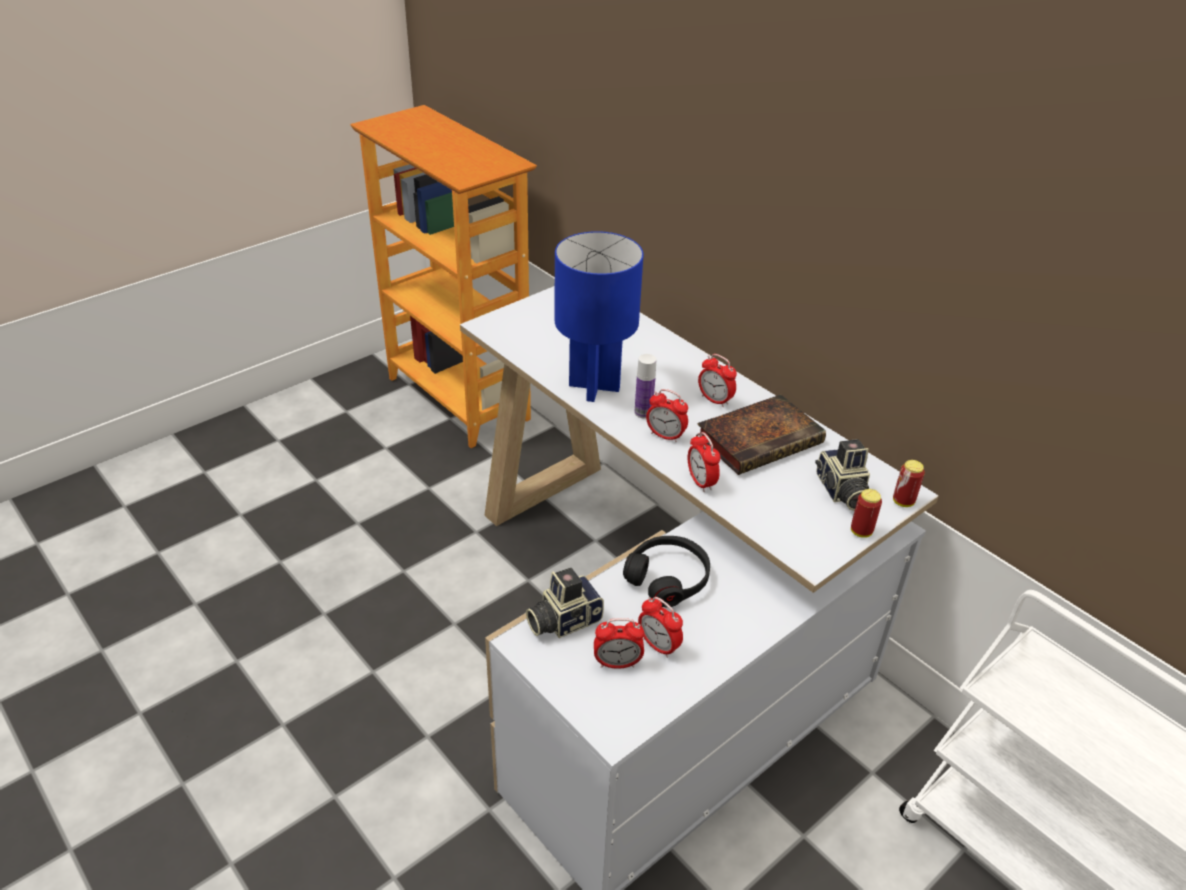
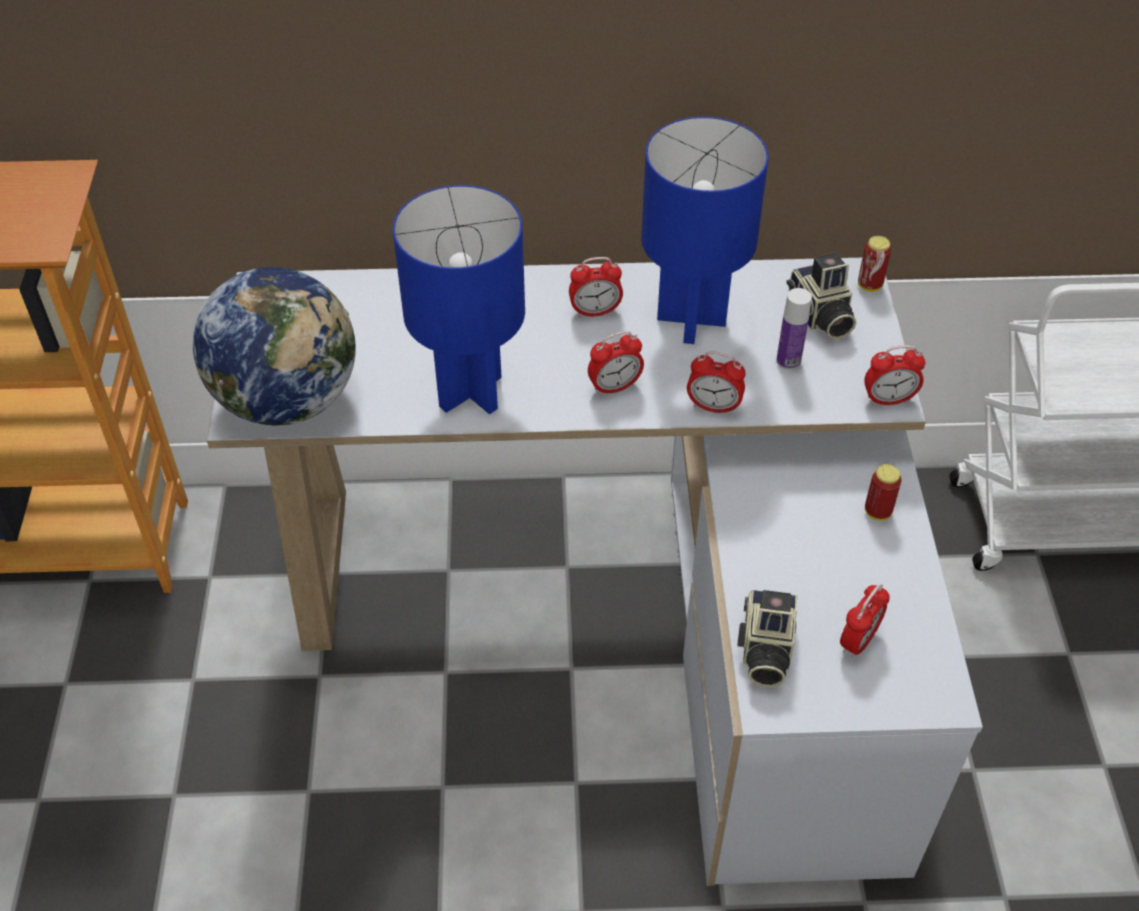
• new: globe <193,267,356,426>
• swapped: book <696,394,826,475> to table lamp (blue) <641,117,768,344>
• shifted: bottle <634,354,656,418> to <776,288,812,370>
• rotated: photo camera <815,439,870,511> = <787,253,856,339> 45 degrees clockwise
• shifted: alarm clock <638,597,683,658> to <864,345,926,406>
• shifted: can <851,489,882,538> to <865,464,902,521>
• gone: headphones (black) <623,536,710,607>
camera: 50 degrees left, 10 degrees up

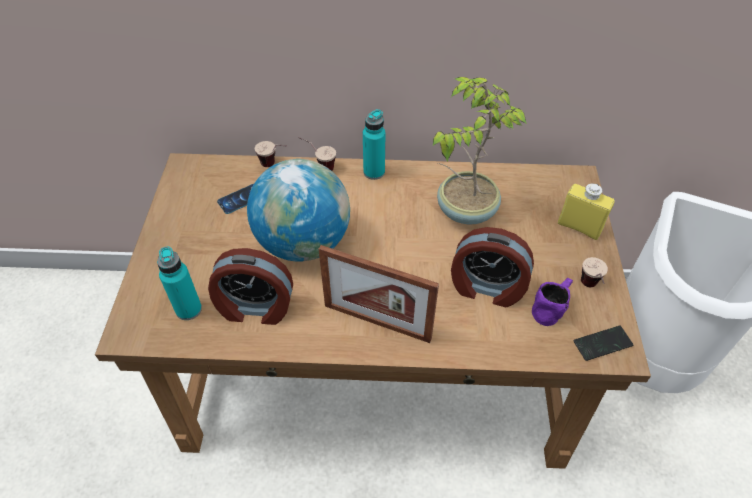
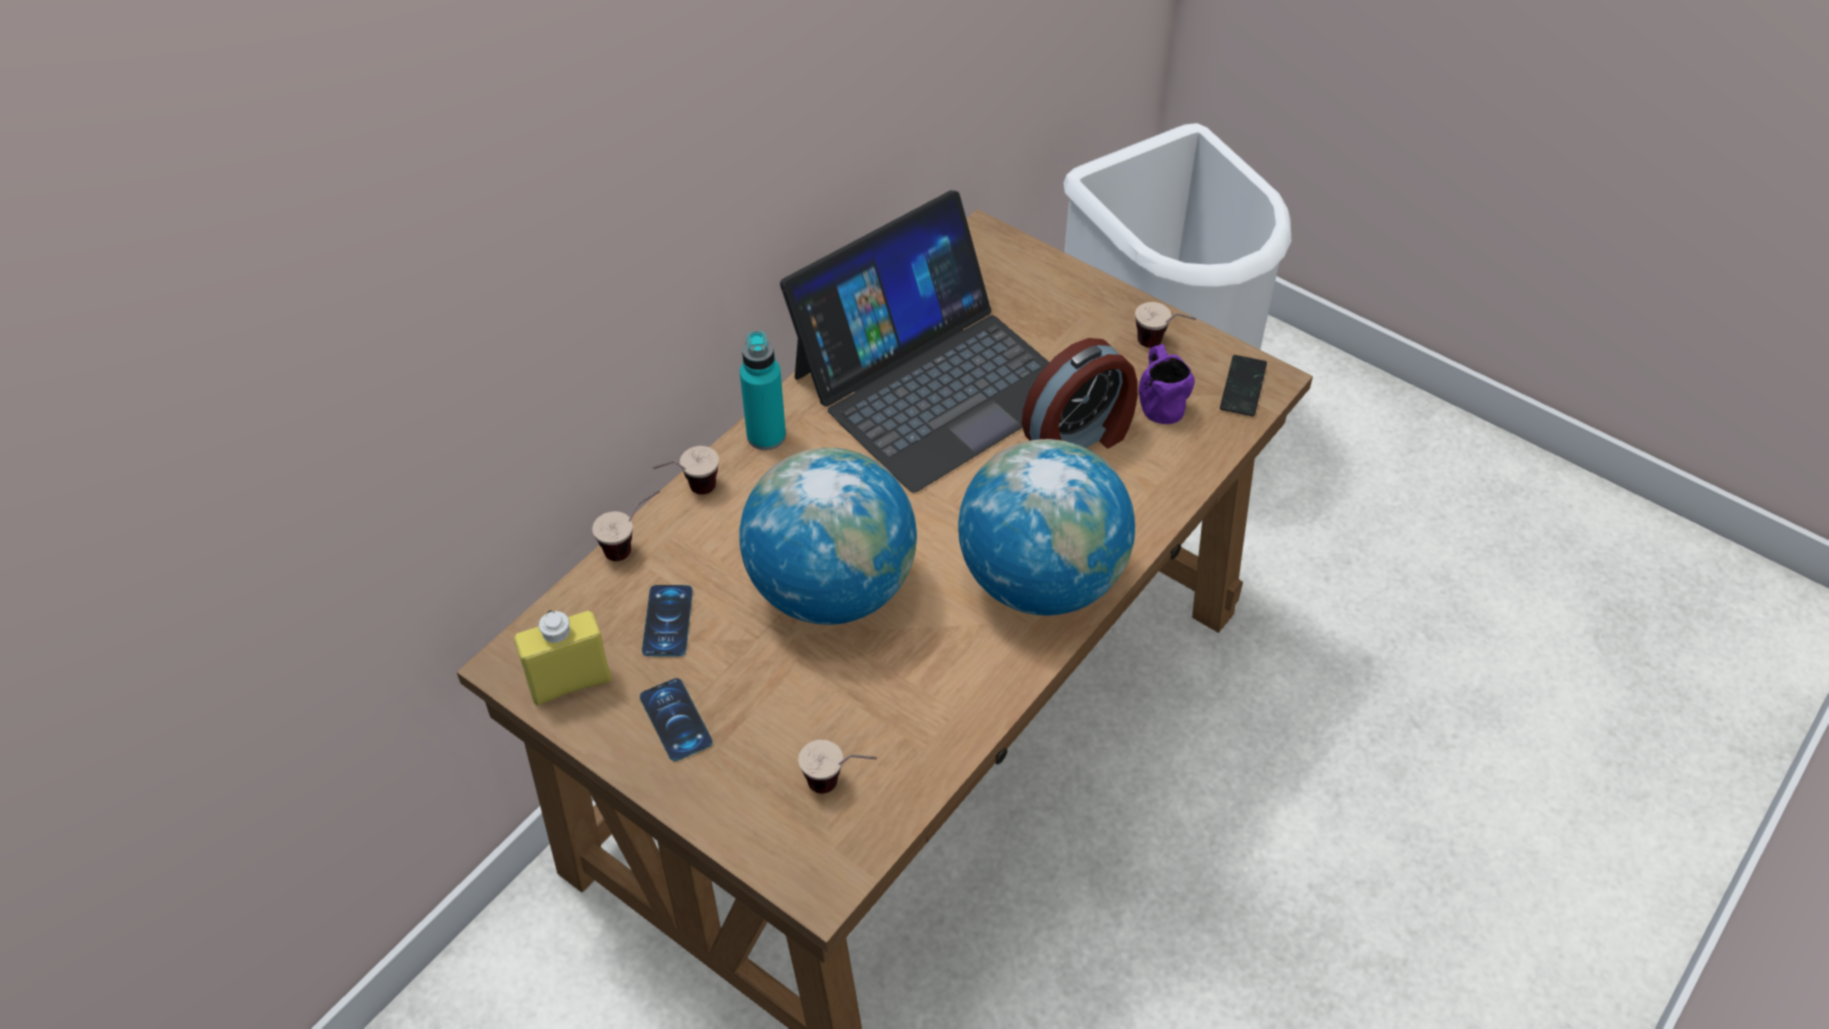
• shifted: bottle (yellow) <558,183,615,240> to <514,610,611,706>
• new: phone <640,678,713,761>
• swapped: potted plant <433,77,527,225> to laptop <780,190,1049,493>
• swapped: bottle (turquoise) <157,247,202,320> to cup <798,740,877,794>
• swapped: picture frame <319,245,439,343> to globe <958,439,1135,615>
• gone: alarm clock <208,248,293,325>
camera: 55 degrees left, 0 degrees up

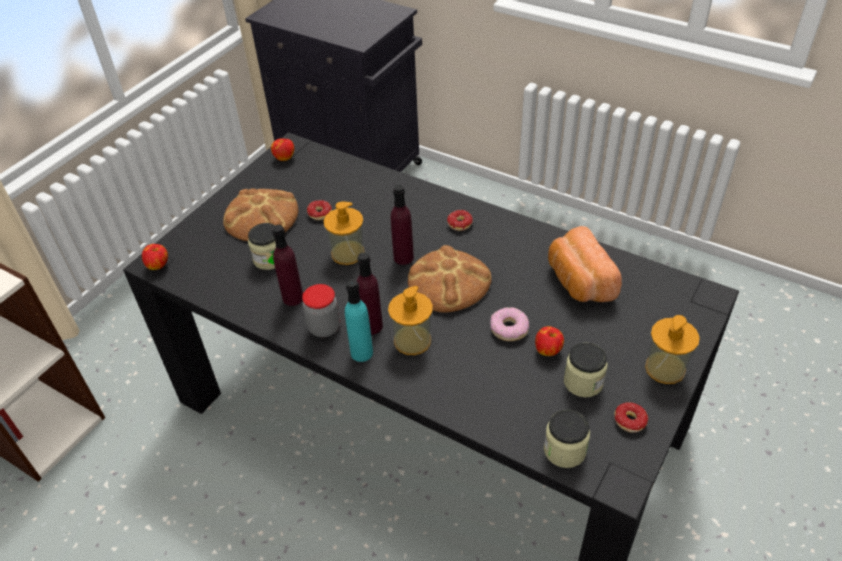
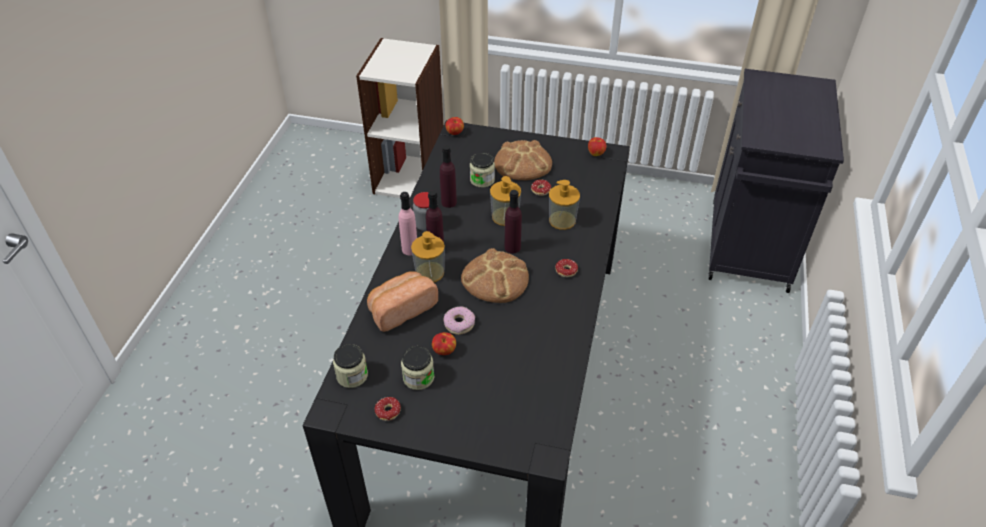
• shifted: bread <548,226,622,302> to <367,271,438,332>
• repainted: bottle (turquoise) <345,279,373,362> to bottle (pink) <398,192,417,255>
• shifted: soap dispenser <645,315,700,384> to <549,180,580,230>
camera: 70 degrees right, 0 degrees up

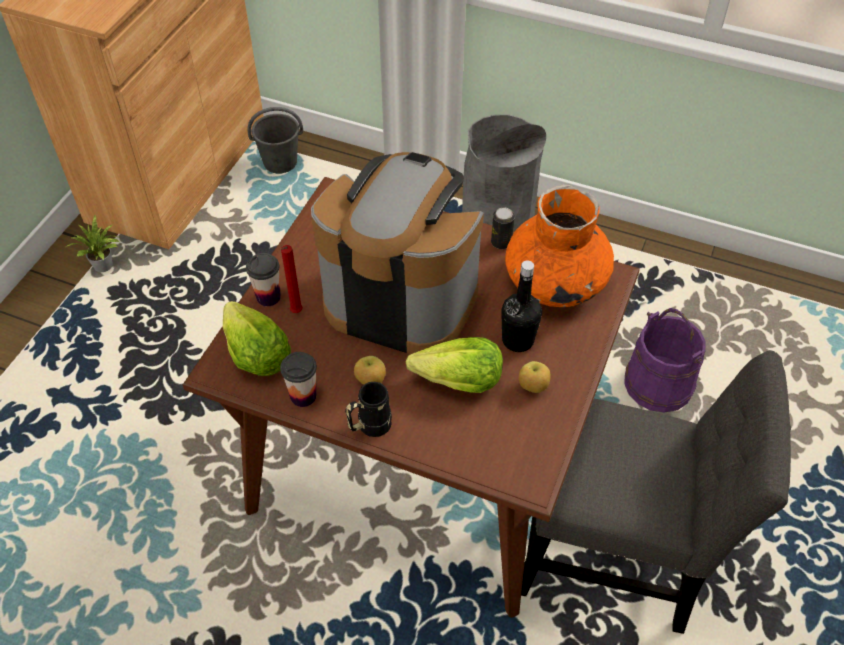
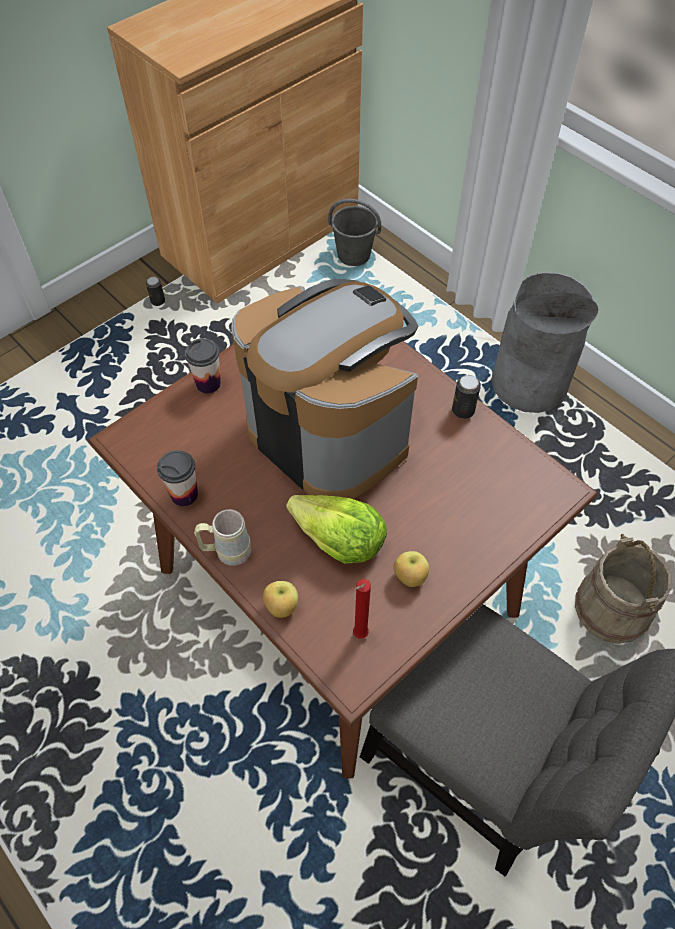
• swapped: potted plant <66,215,119,272> to can <146,277,165,306>
• repainted: mug (black) <345,382,392,437> to mug (beige) <194,509,251,566>
• shifted: apple <354,356,386,385> to <263,581,298,618>
• shifted: candle (red) <281,245,303,313> to <353,579,371,639>
• repainted: bucket (purple) <624,308,706,413> to bucket (beige) <575,534,672,644>
• gone: lettuce <223,301,291,376>
• gone: bottle (black) <501,260,542,352>
• gone: vase (orange) <505,184,614,307>
camera: 25 degrees right, 5 degrees up

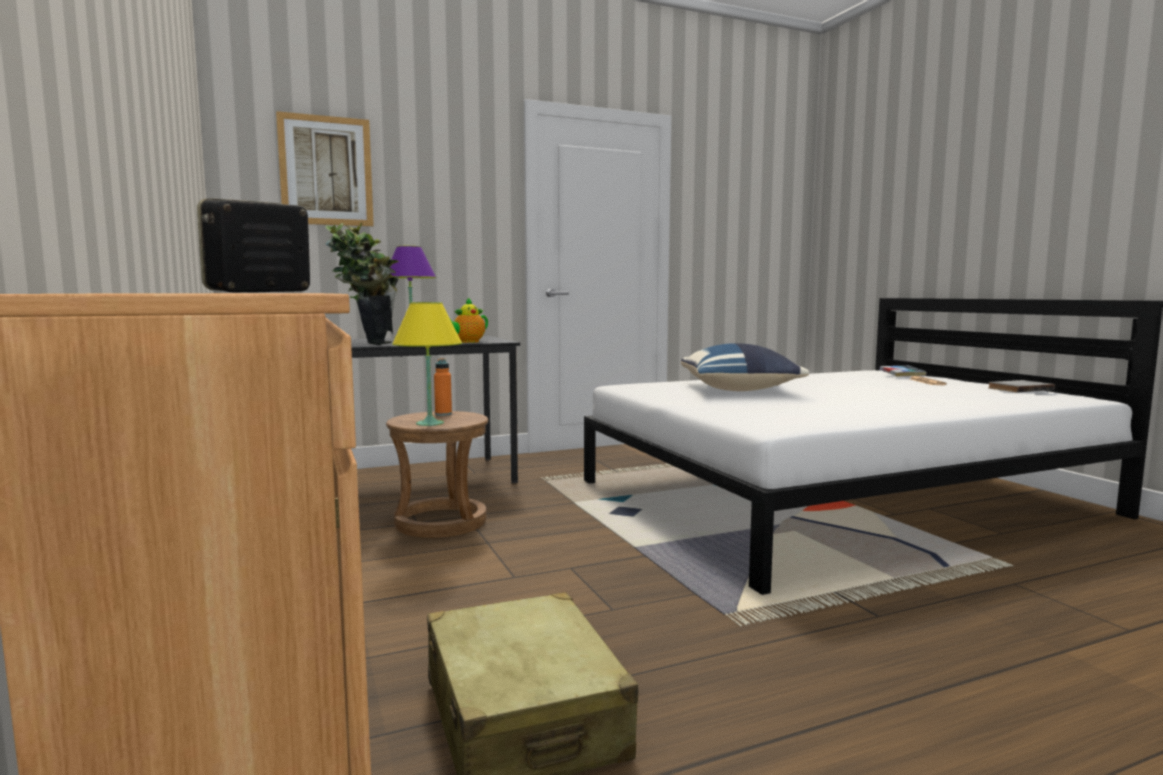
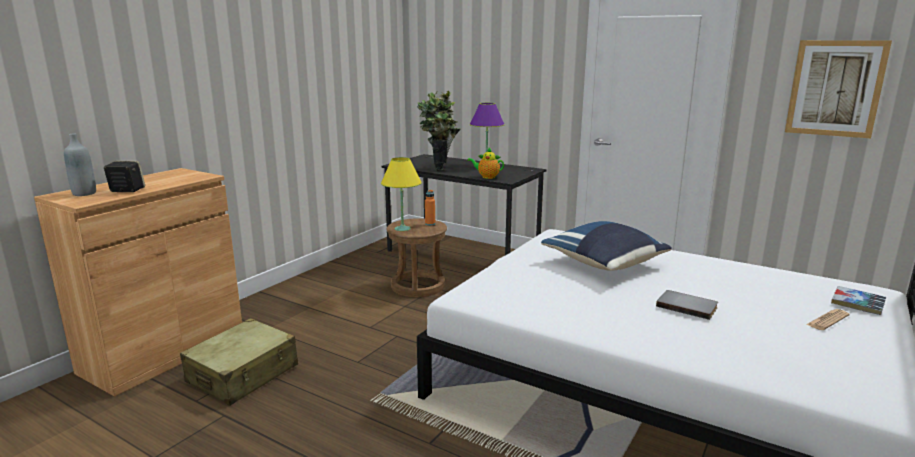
• new: bottle (grey) <64,133,96,196>
• shifted: book (grey) <988,380,1055,392> to <656,290,718,320>
• shifted: picture <276,111,374,226> to <785,40,892,138>
camera: 55 degrees right, 10 degrees up

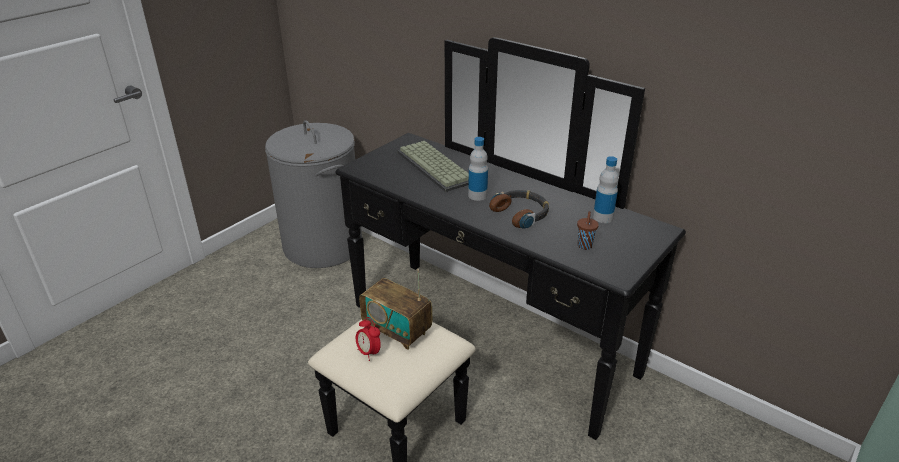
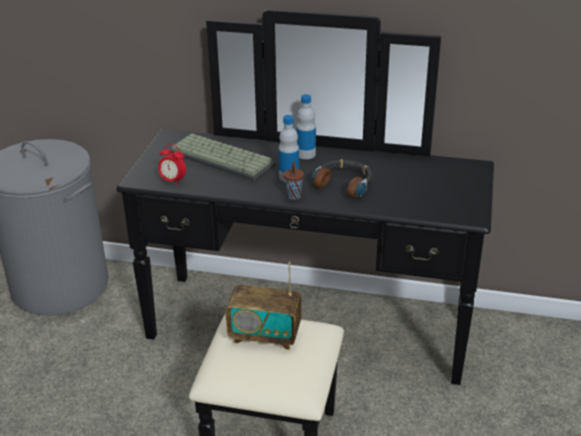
• shifted: alarm clock <356,317,381,361> to <158,144,186,186>
• shifted: cup (brown) <577,211,599,250> to <284,162,304,200>
• shifted: bottle <593,156,619,223> to <296,94,316,159>
camera: 25 degrees left, 0 degrees up

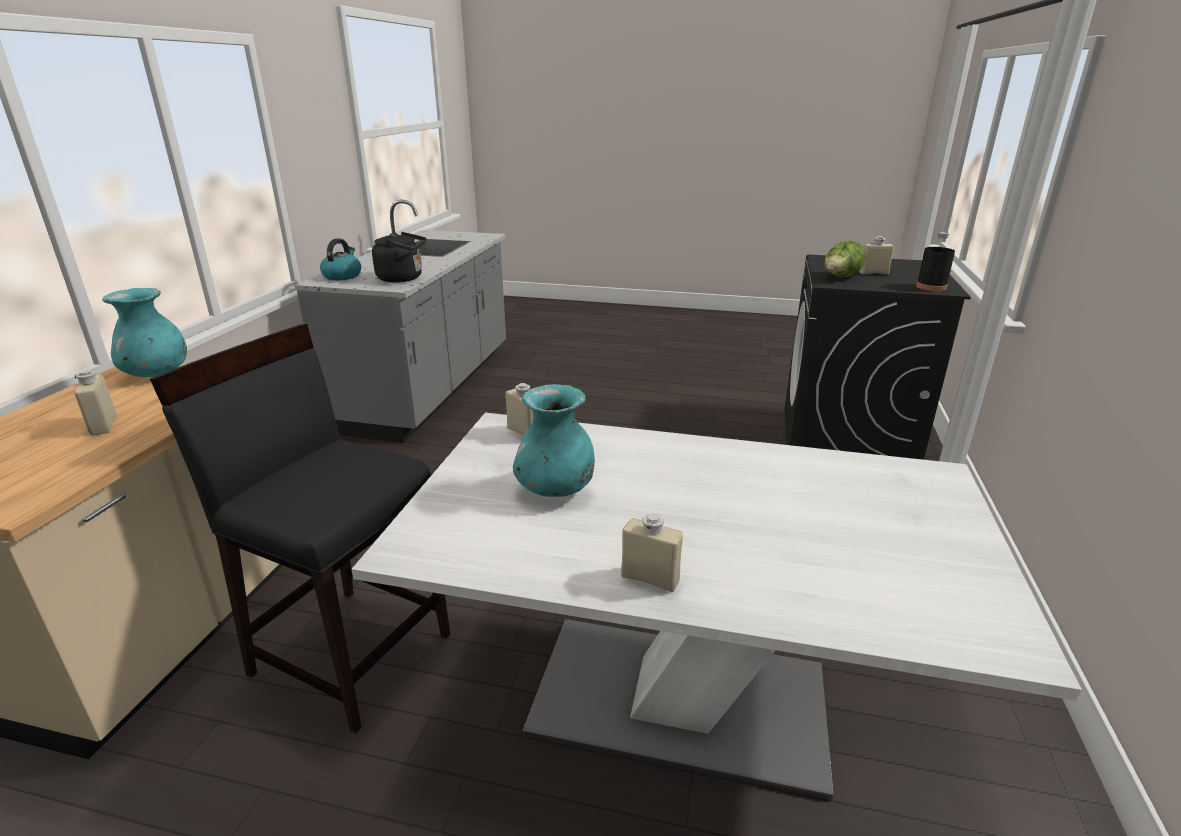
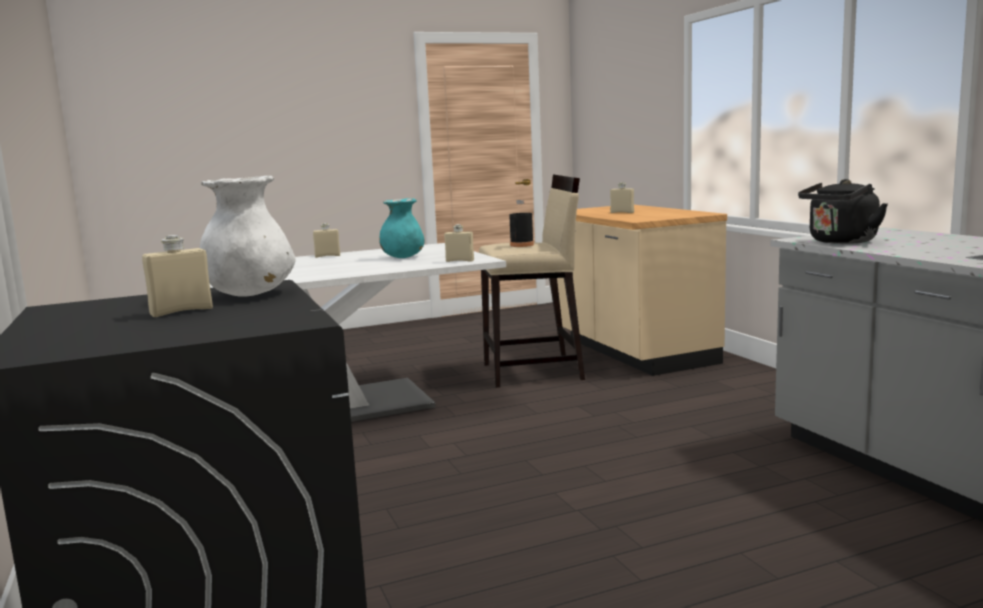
• swapped: lettuce <824,241,866,277> to vase (white) <200,176,296,297>
• repainted: stool (black) <150,324,450,733> to stool (beige) <479,174,585,388>
• shifted: bottle (black) <916,232,955,292> to <509,200,534,247>
• gone: vase (turquoise) <102,288,187,377>
• gone: kettle <320,238,361,280>
camera: 145 degrees right, 15 degrees down

